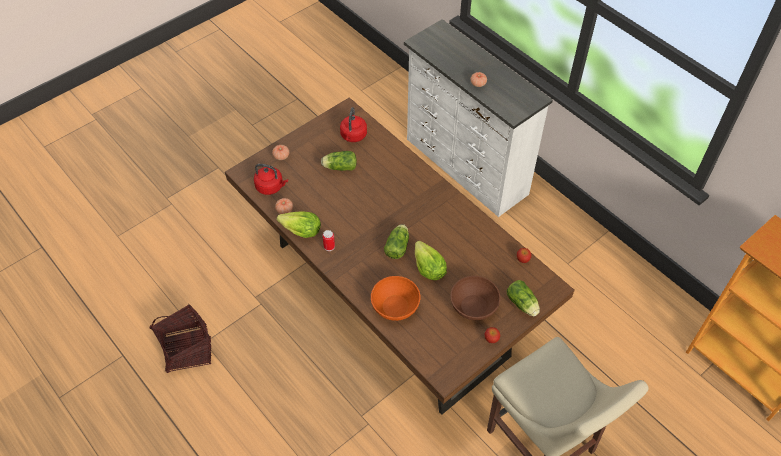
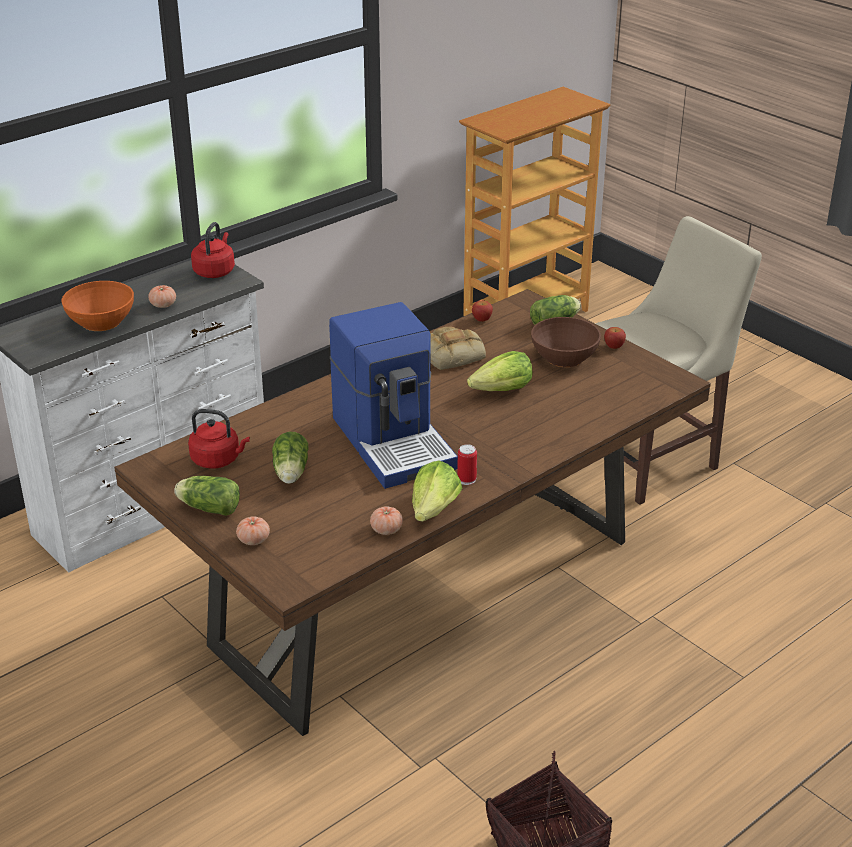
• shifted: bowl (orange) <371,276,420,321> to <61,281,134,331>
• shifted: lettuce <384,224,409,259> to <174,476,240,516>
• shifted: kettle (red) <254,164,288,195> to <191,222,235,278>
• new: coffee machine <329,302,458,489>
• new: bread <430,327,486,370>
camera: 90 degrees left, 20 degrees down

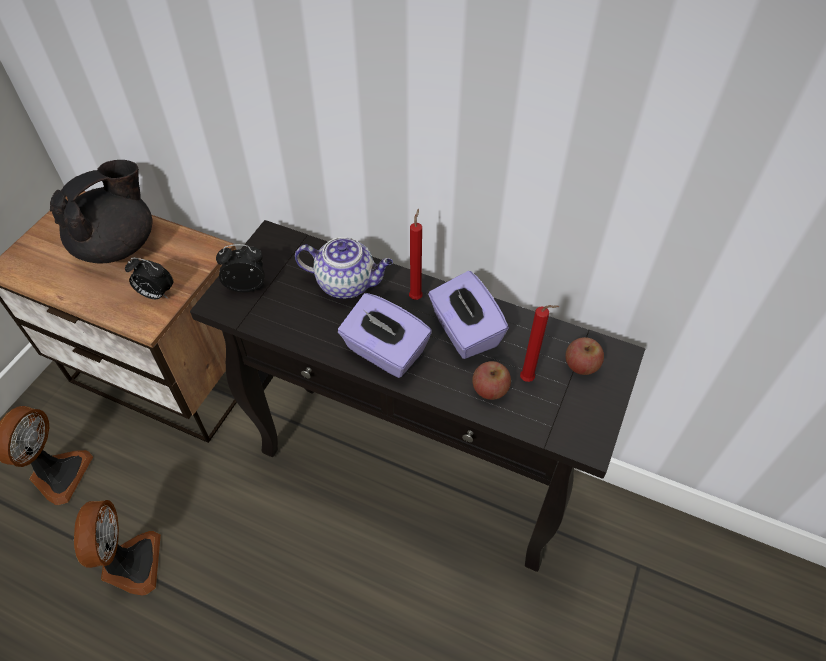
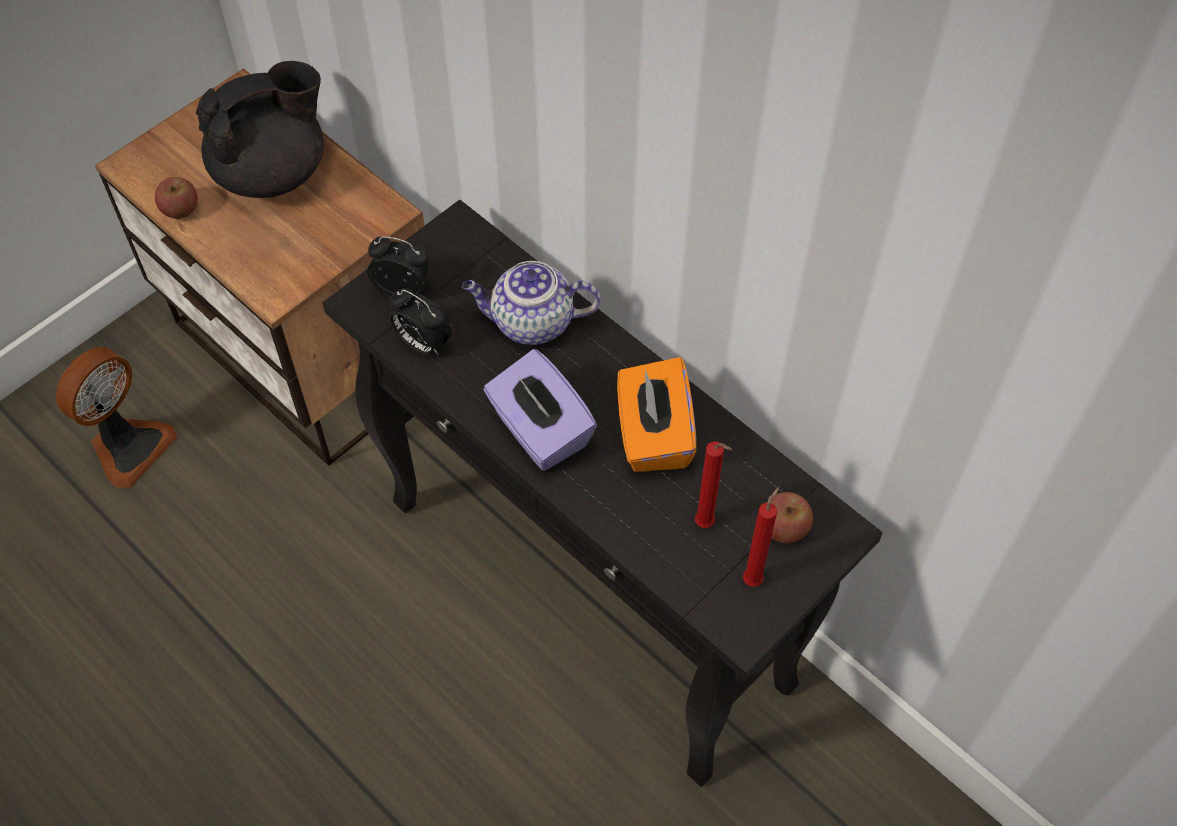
• shifted: apple <472,361,511,400> to <155,177,198,219>
• shifted: alarm clock <125,258,173,299> to <390,288,453,355>
• rotated: teapot <295,237,393,299> = <462,261,601,345> 150 degrees clockwise
• repainted: tissue box (purple) <428,271,509,359> to tissue box (orange) <617,357,696,472>
• shifted: candle (red) <409,209,423,300> to <743,487,779,587>
• gone: fan <74,500,161,596>
camera: 20 degrees right, 5 degrees up

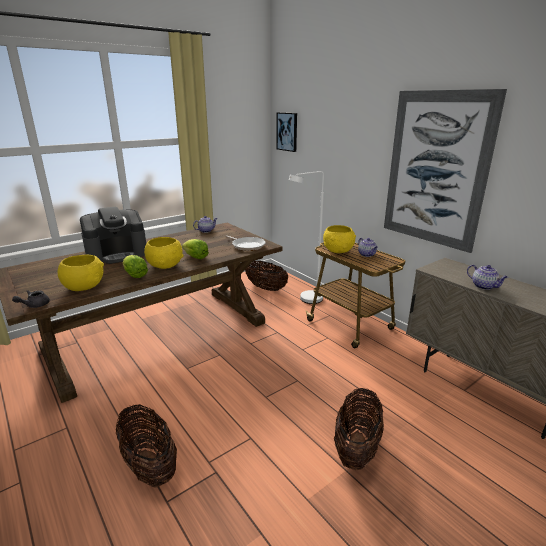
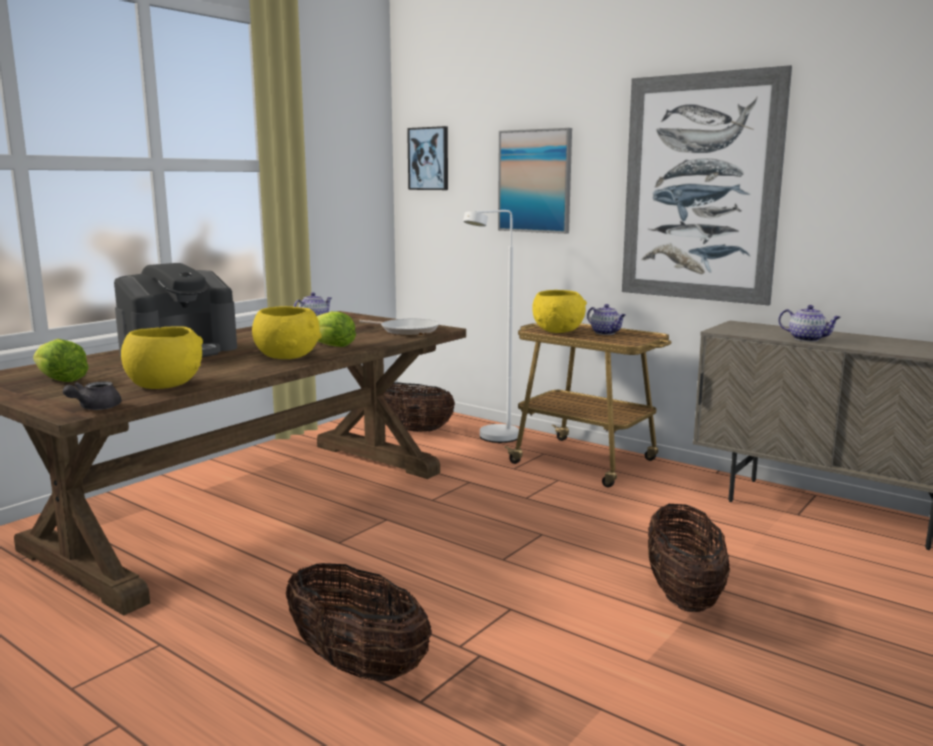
• shifted: lettuce <123,255,148,278> to <33,339,89,382>
• new: picture <498,128,572,234>
camera: 15 degrees left, 10 degrees down

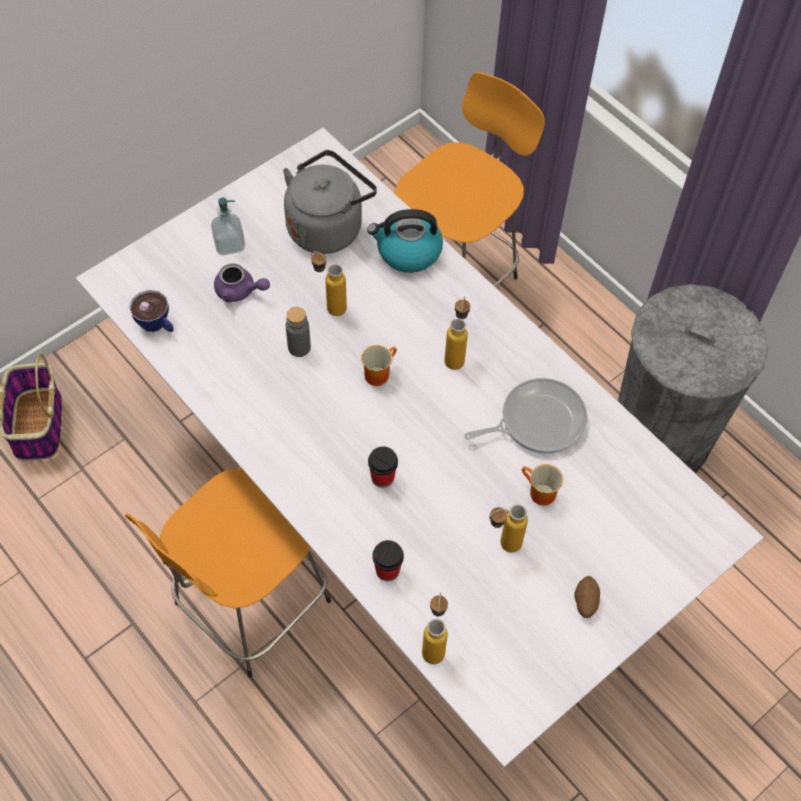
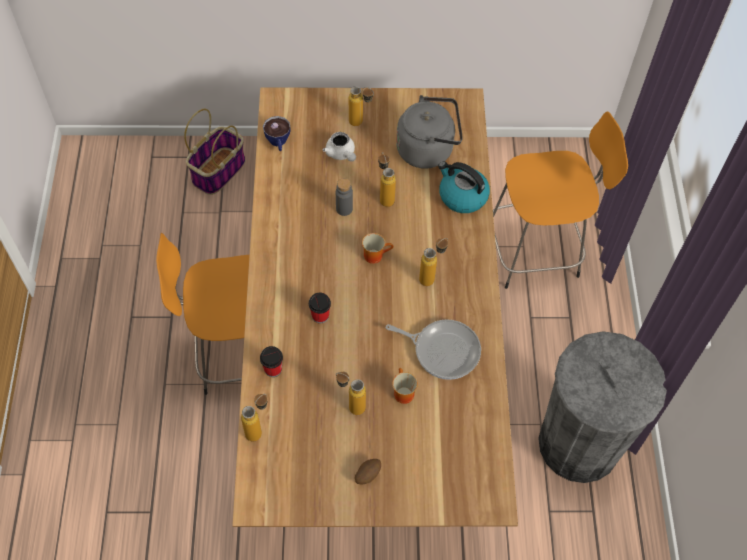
• repainted: dining table (white) <76,128,764,767> to dining table (brown) <232,87,518,527>
• repainted: teapot (purple) <214,263,270,303> to teapot (white) <323,132,356,162>
• swapped: soap dispenser <211,198,245,255> to bottle <349,86,374,126>
camera: 40 degrees right, 0 degrees up

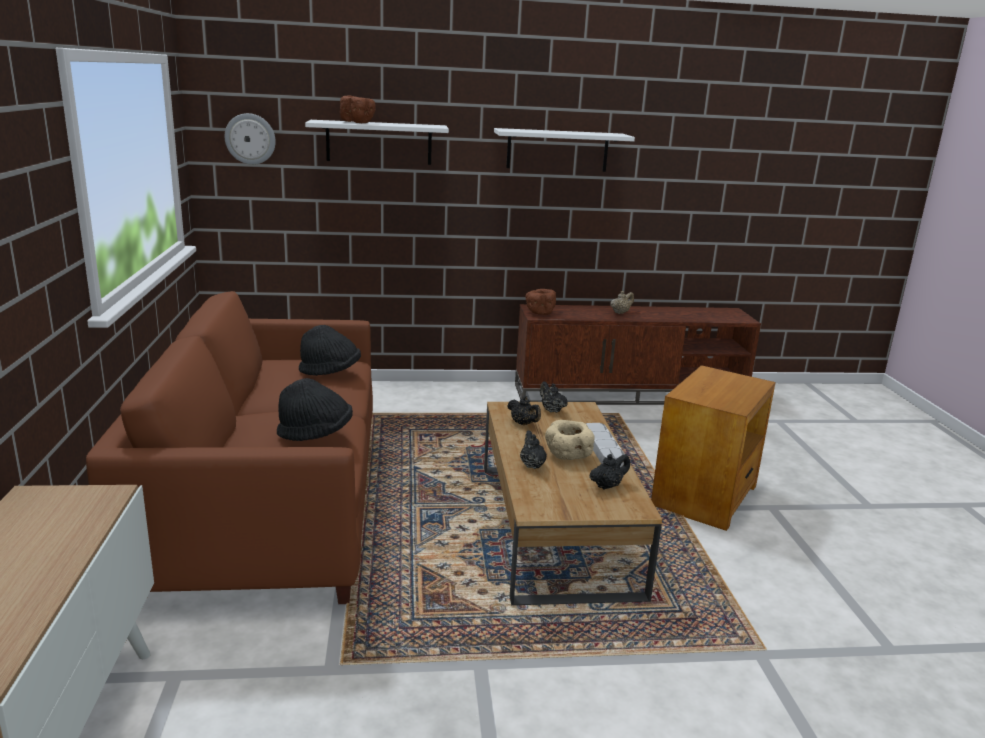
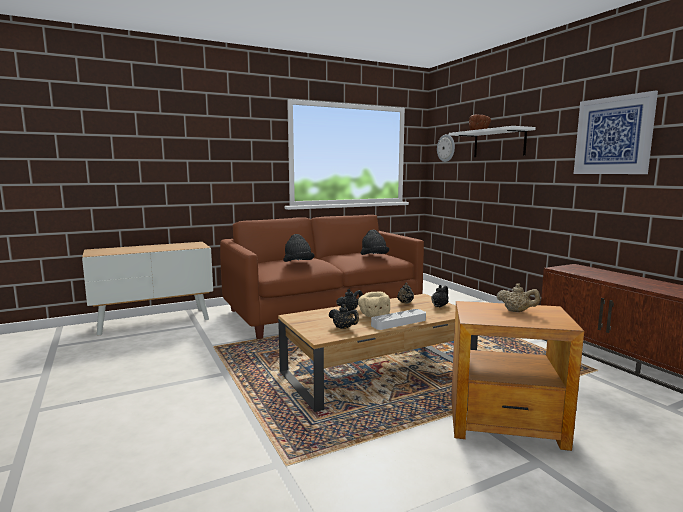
• shifted: teapot (beige) <610,291,634,314> to <497,283,541,312>
• swapped: shelf (white) <494,128,635,172> to picture <574,90,658,174>
• gone: bowl (brown) <526,289,556,315>
camera: 70 degrees right, 10 degrees down

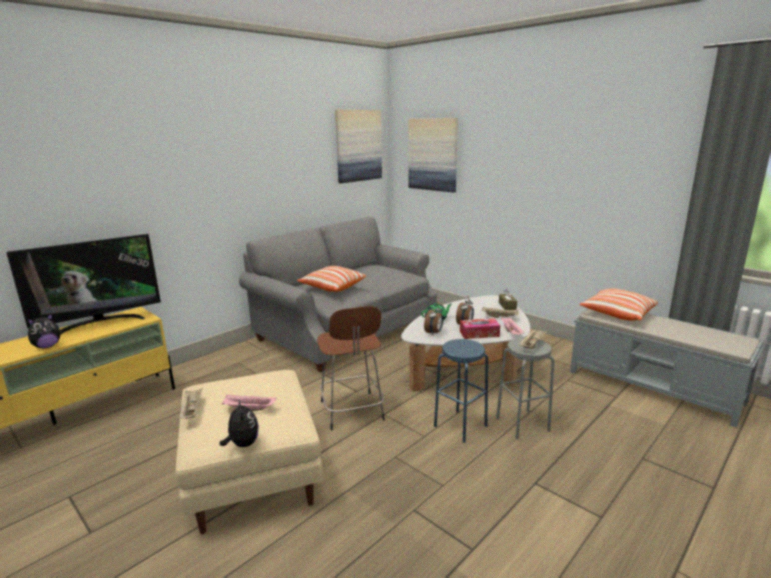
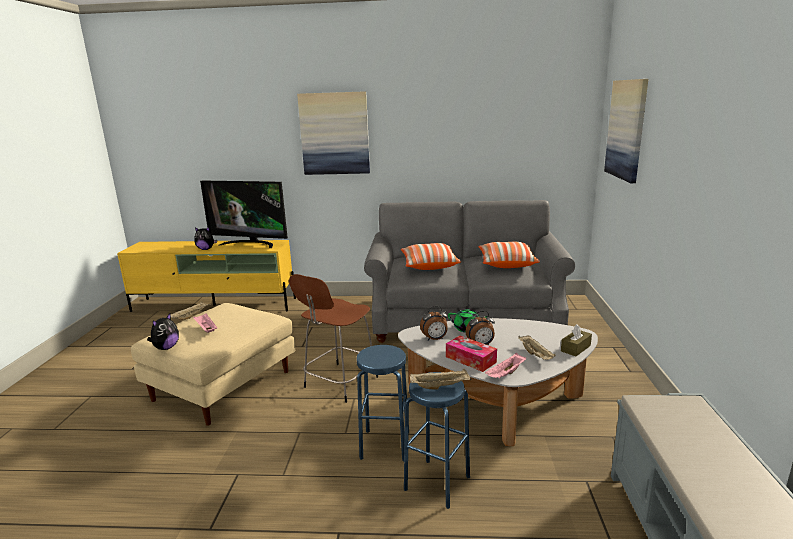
• shifted: picture <335,110,382,183> to <297,91,370,175>
• repainted: stool (grey) <496,337,554,439> to stool (blue) <404,372,470,509>
• shifted: pillow <580,288,658,321> to <478,242,540,268>
camera: 50 degrees right, 0 degrees up

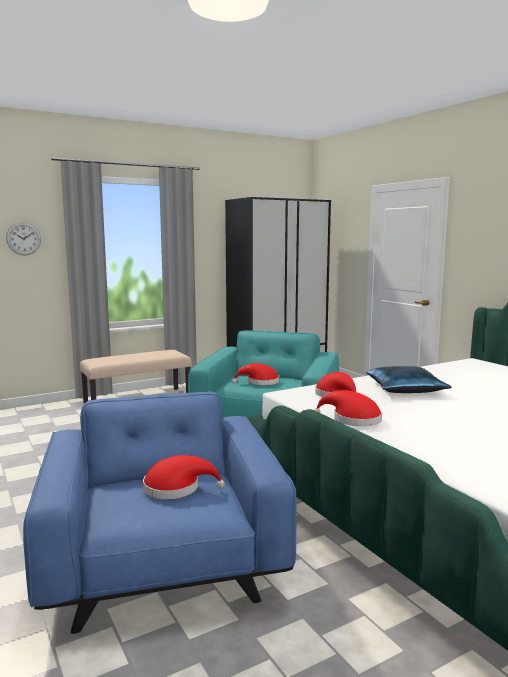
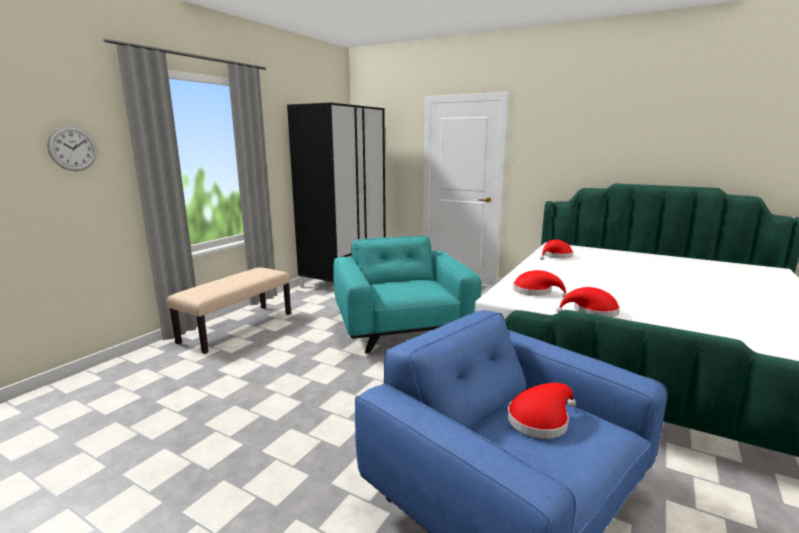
• shifted: hat (red) <232,363,279,385> to <540,239,573,260>
• gone: pillow (blue) <366,366,452,393>
camera: 30 degrees left, 5 degrees up

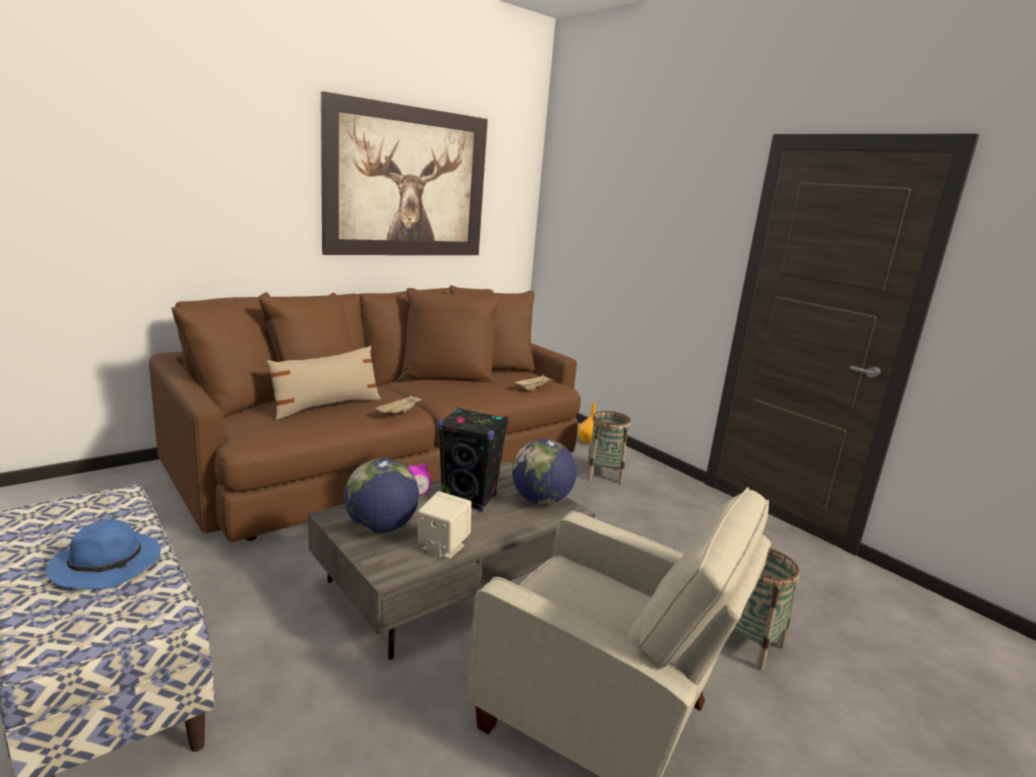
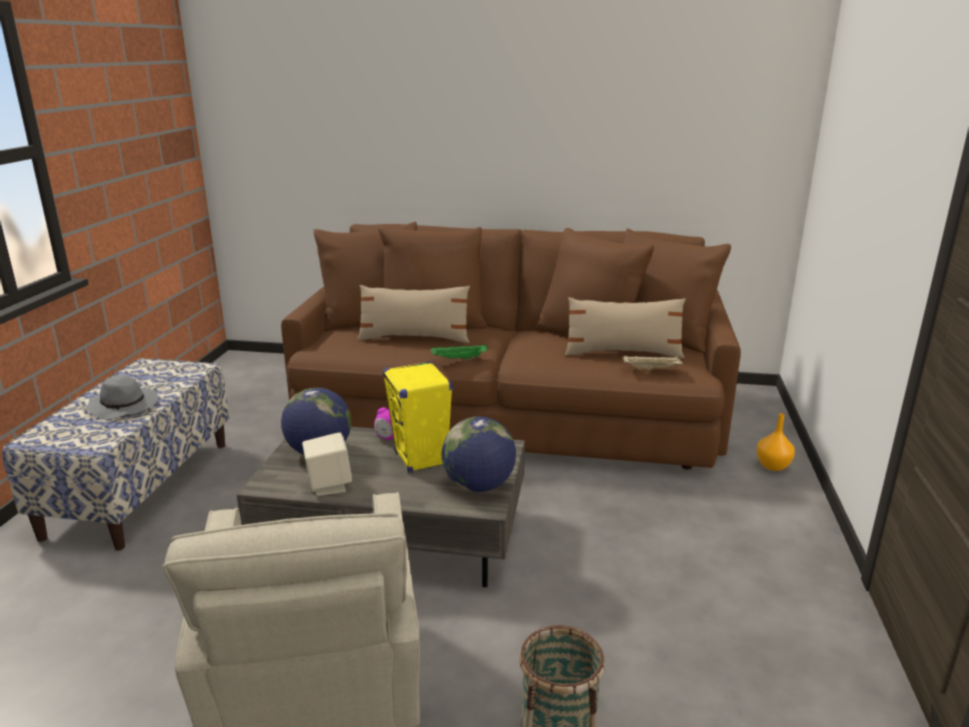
• repainted: hat (blue) <46,519,161,589> to hat (grey) <87,375,158,420>
• repainted: speaker (black) <438,408,509,512> to speaker (yellow) <383,361,453,473>
• repainted: tray (beige) <376,395,421,413> to tray (green) <431,344,488,360>
• new: pillow (beige) <565,297,686,358>
• gone: picture <321,91,488,255>
• gone: basket <586,411,631,484>
camera: 50 degrees right, 5 degrees up

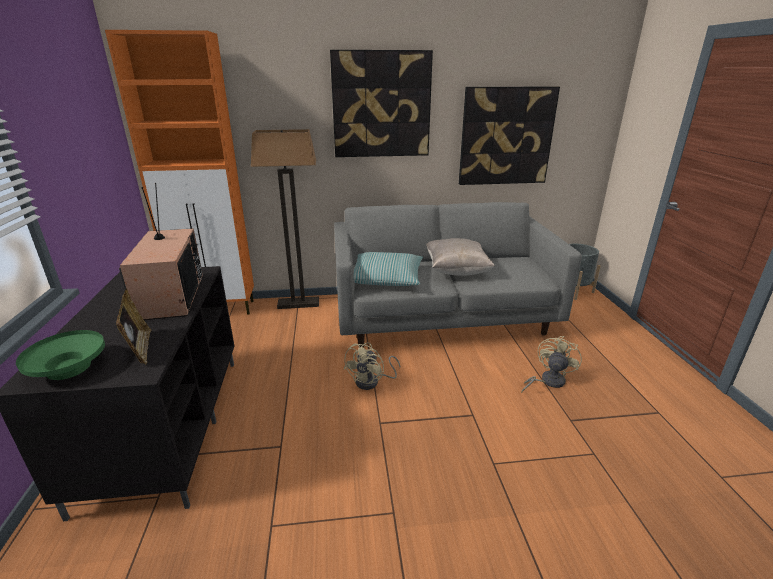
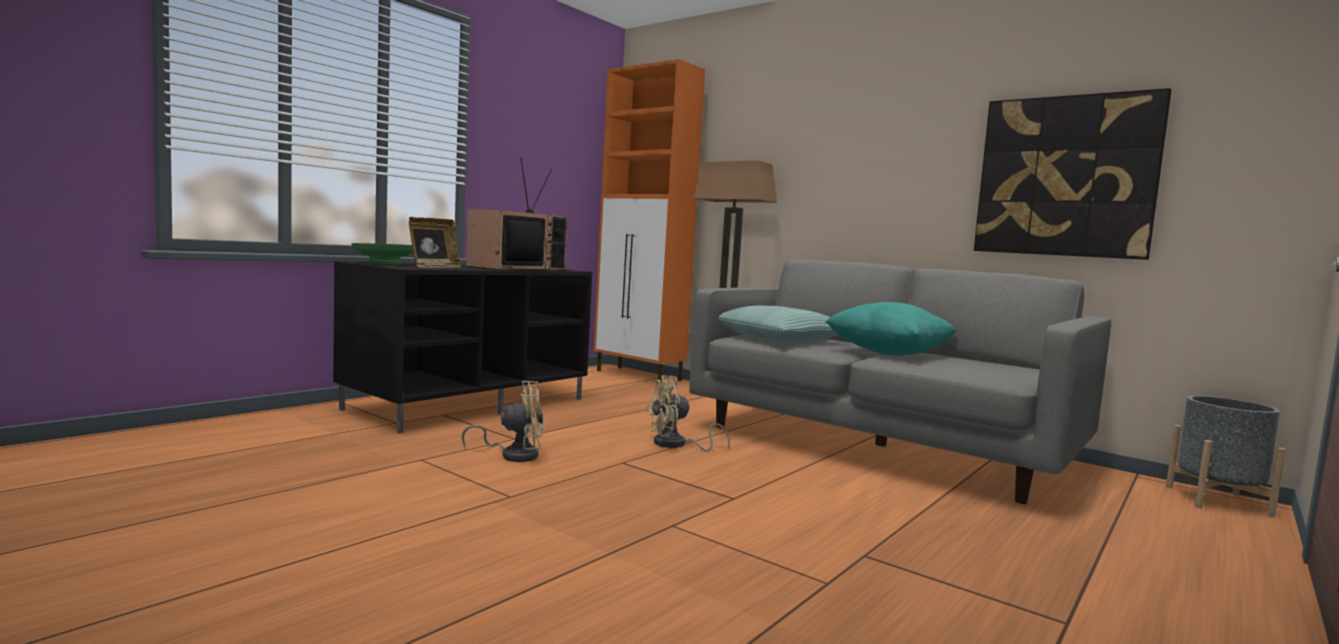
• shifted: fan (beige) <521,336,582,393> to <462,381,544,462>
• repainted: pillow (beige) <426,238,495,276> to pillow (turquoise) <825,302,956,356>
• gone: picture <330,50,433,157>
camera: 45 degrees right, 20 degrees down

